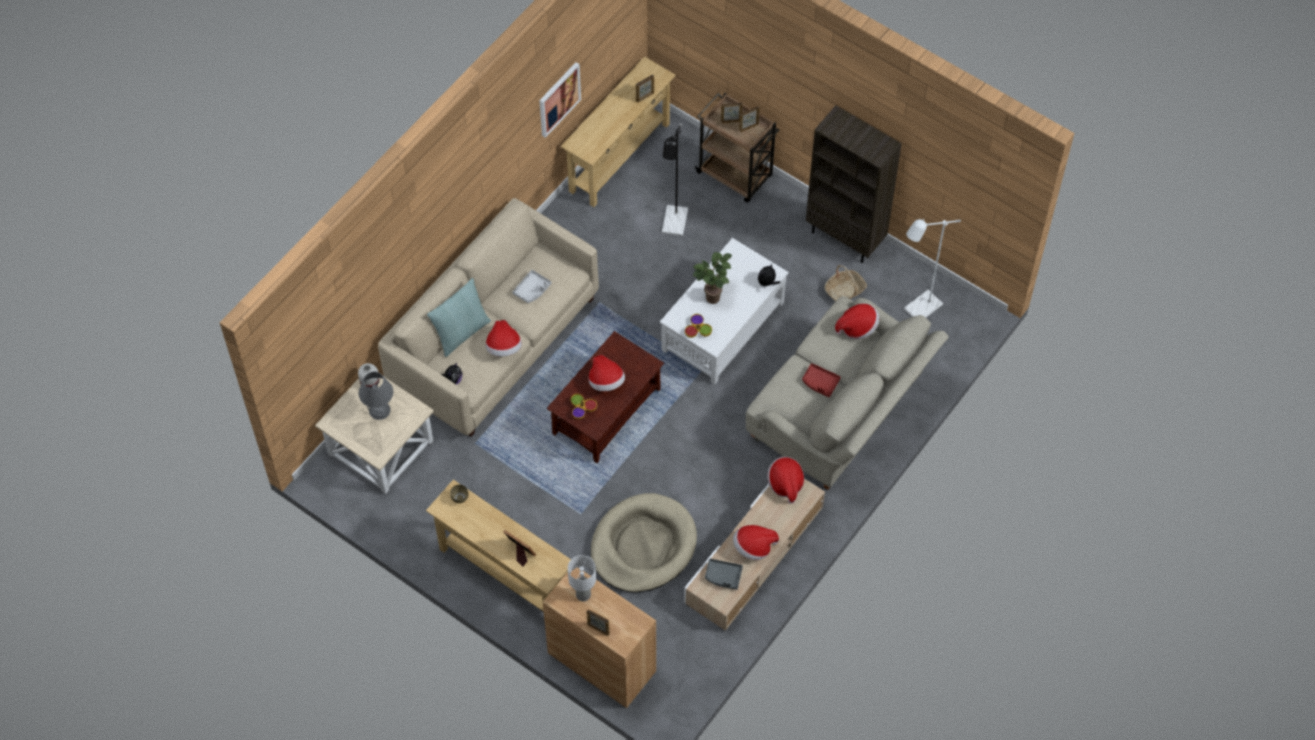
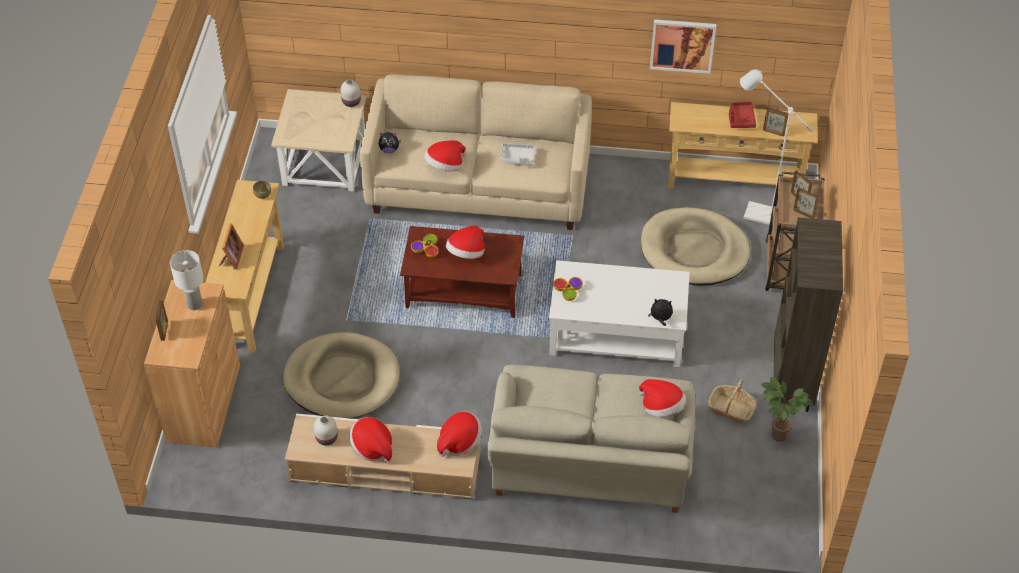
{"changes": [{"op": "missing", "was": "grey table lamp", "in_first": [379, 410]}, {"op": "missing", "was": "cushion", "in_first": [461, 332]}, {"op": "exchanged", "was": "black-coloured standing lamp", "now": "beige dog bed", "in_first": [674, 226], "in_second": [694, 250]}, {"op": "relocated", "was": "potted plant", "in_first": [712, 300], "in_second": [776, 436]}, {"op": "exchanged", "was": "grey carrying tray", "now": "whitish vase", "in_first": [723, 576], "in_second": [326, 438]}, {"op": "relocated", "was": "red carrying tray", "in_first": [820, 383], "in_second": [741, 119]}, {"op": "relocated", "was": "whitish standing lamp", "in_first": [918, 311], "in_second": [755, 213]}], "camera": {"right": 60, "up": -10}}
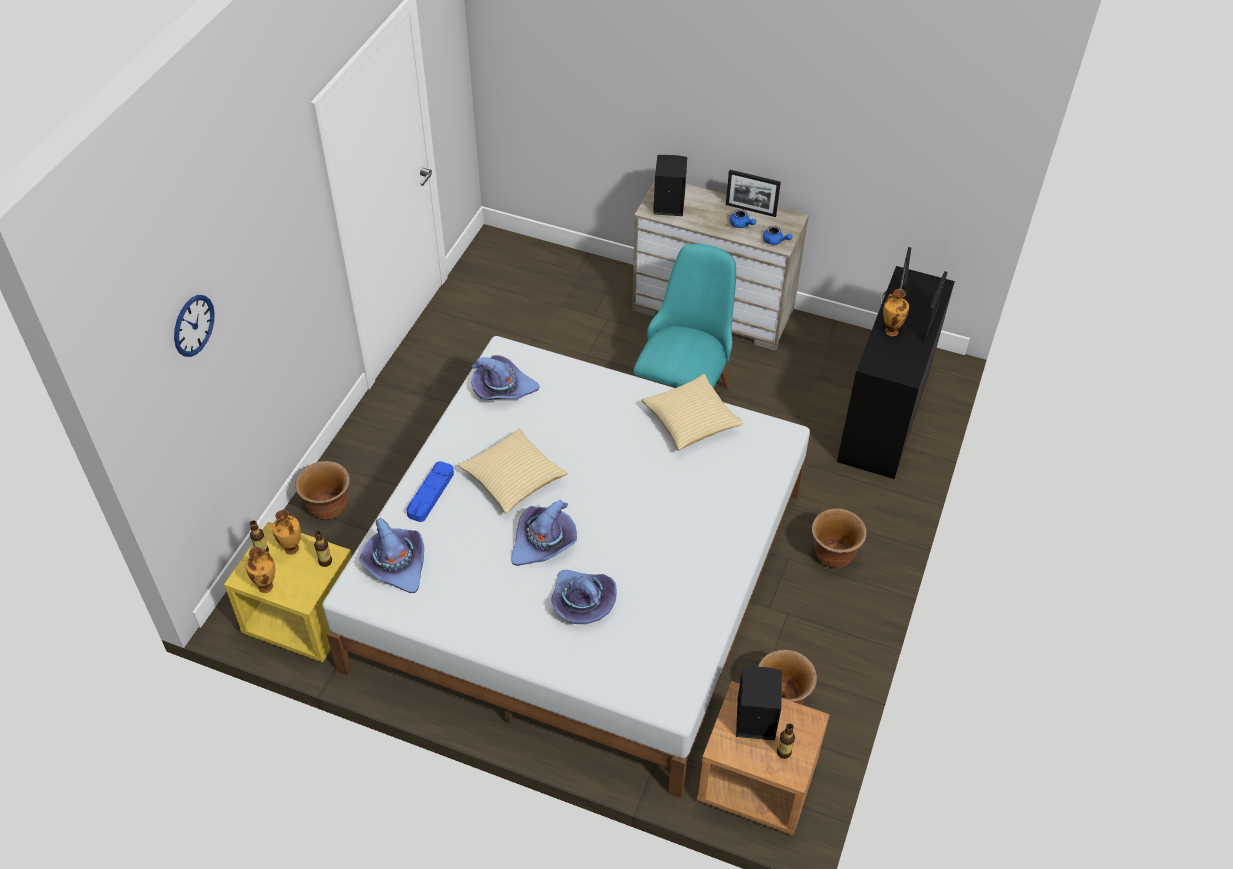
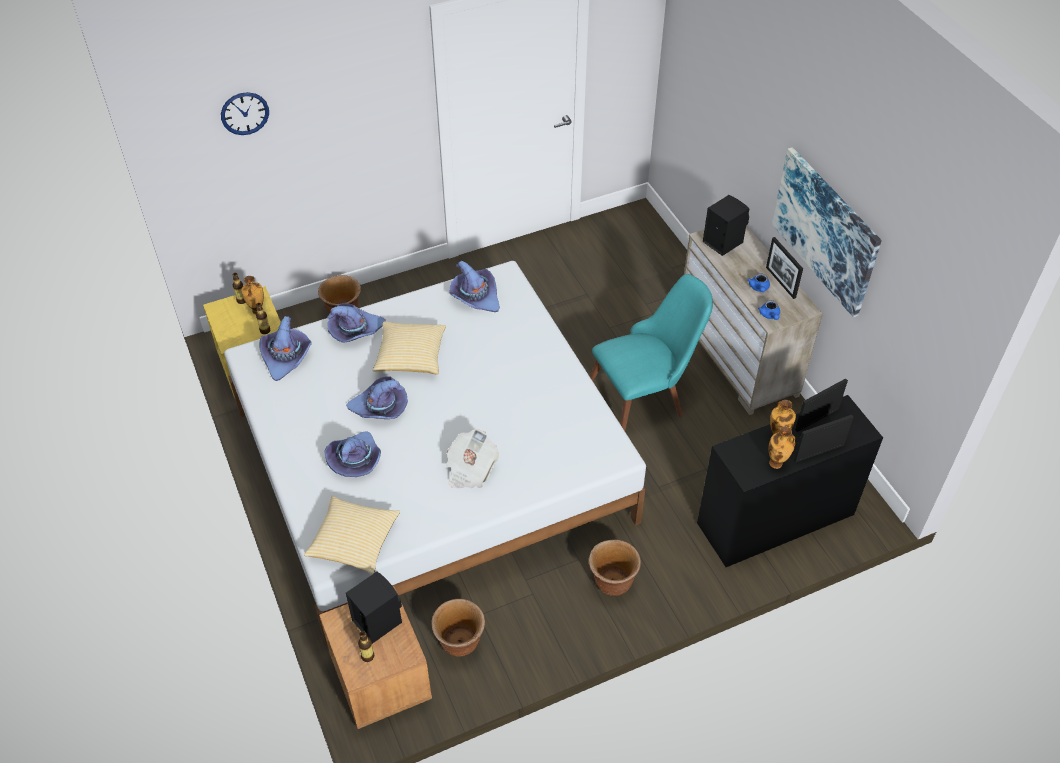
{"changes": [{"op": "relocated", "was": "vase", "in_first": [267, 587], "in_second": [776, 464]}, {"op": "exchanged", "was": "bluish carrying tray", "now": "purplish clothing hat", "in_first": [430, 494], "in_second": [355, 330]}, {"op": "relocated", "was": "cushion", "in_first": [691, 422], "in_second": [354, 542]}, {"op": "appeared", "now": "newspaper", "in_second": [470, 469]}, {"op": "appeared", "now": "wall picture", "in_second": [825, 230]}], "camera": {"right": 45, "up": 0}}
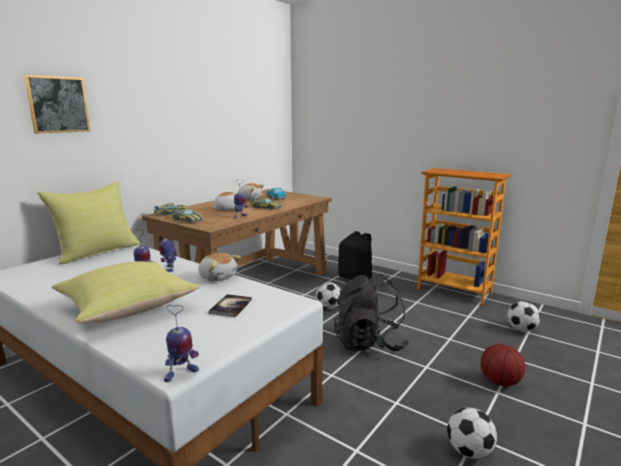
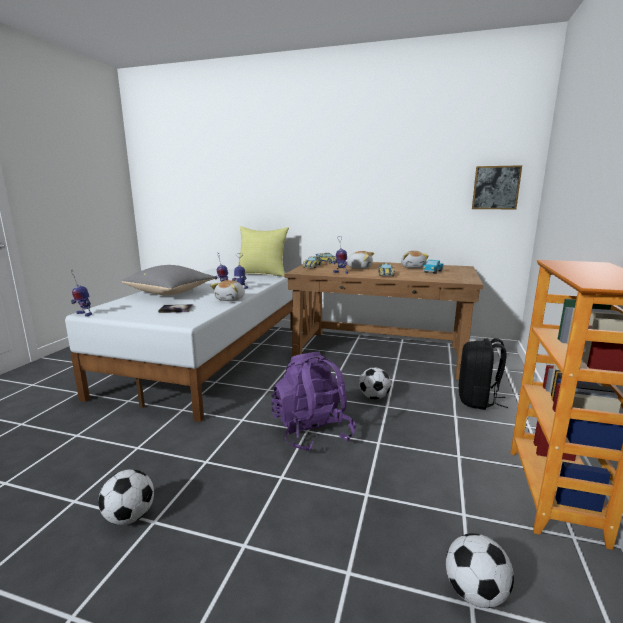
{"changes": [{"op": "relocated", "was": "wall picture", "in_first": [58, 104], "in_second": [496, 187]}, {"op": "colour", "was": "yellow cushion", "now": "grey cushion", "in_first": [128, 308], "in_second": [171, 293]}, {"op": "colour", "was": "black-coloured rucksack", "now": "purplish rucksack", "in_first": [369, 343], "in_second": [312, 432]}, {"op": "missing", "was": "basketball", "in_first": [500, 382]}], "camera": {"right": 70, "up": 0}}
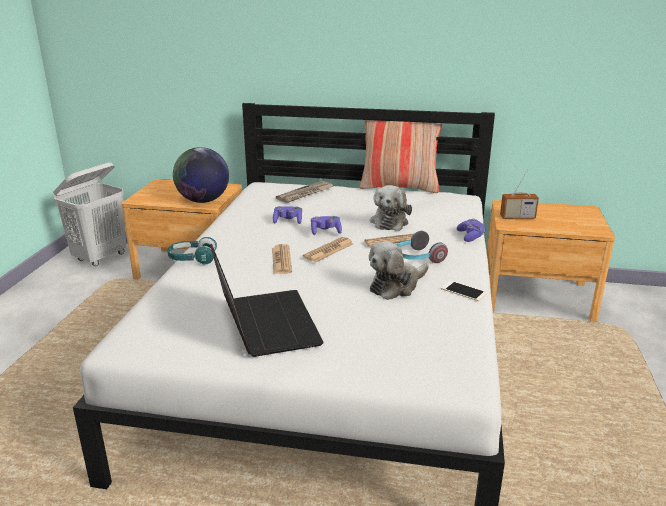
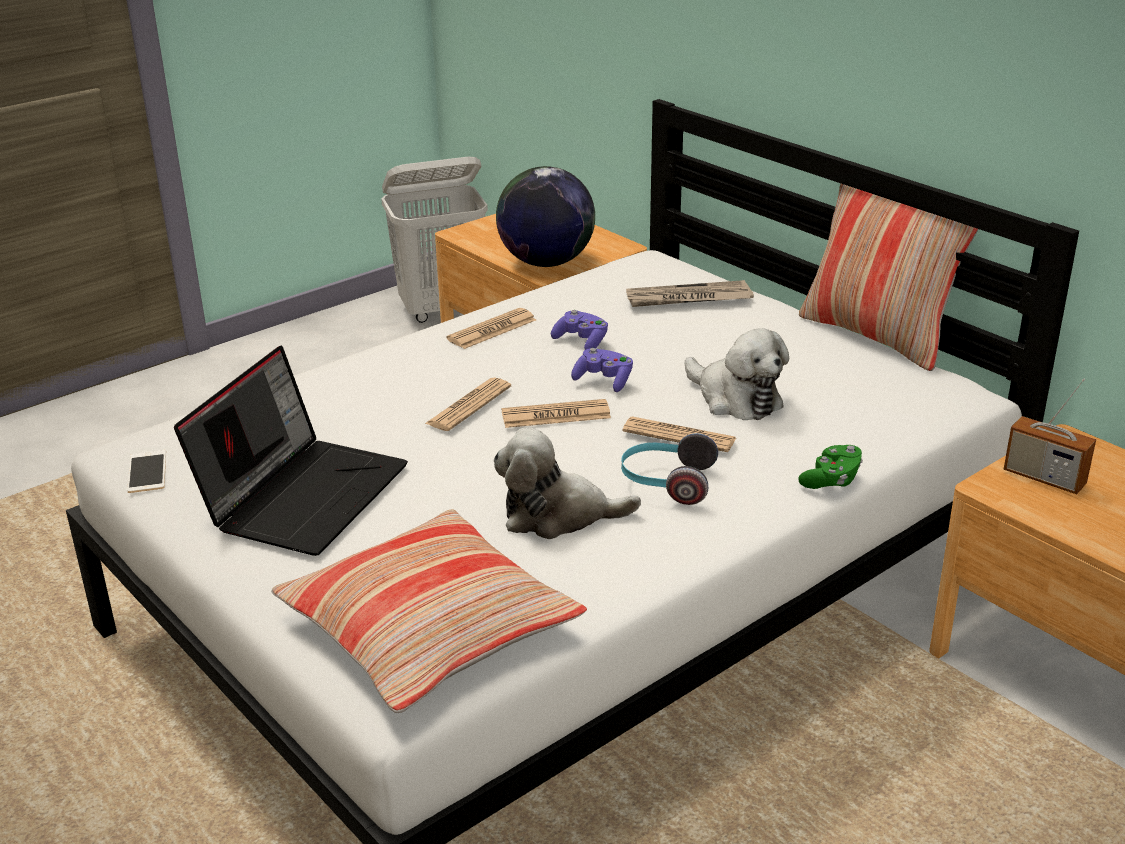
{"changes": [{"op": "missing", "was": "blue-green pair of headphones", "in_first": [192, 259]}, {"op": "spun", "was": "soft toy", "in_first": [389, 221], "in_second": [735, 399], "clockwise": -90}, {"op": "relocated", "was": "phone", "in_first": [463, 291], "in_second": [147, 472]}, {"op": "colour", "was": "purplish gamepad", "now": "green gamepad", "in_first": [470, 236], "in_second": [831, 480]}, {"op": "appeared", "now": "cushion", "in_second": [429, 629]}, {"op": "appeared", "now": "newspaper", "in_second": [492, 330]}], "camera": {"right": 40, "up": 5}}
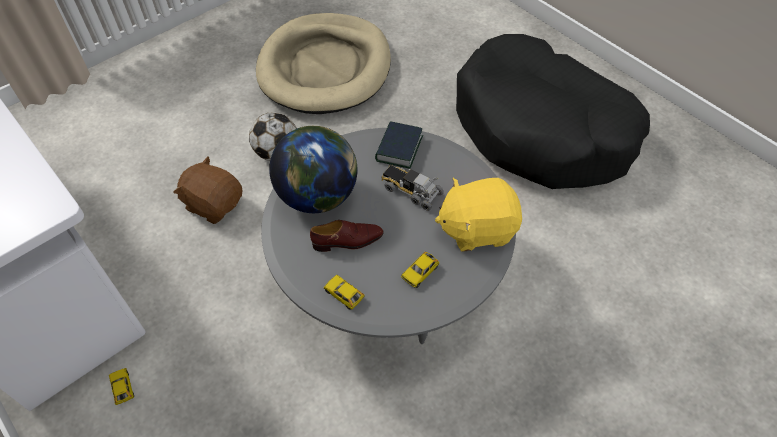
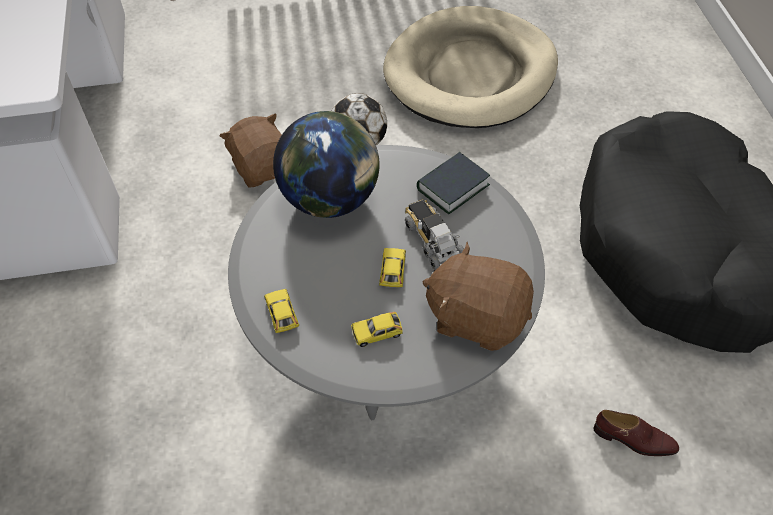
{"changes": [{"op": "relocated", "was": "toy car", "in_first": [122, 388], "in_second": [392, 271]}, {"op": "relocated", "was": "brownish item of footwear", "in_first": [348, 241], "in_second": [634, 439]}, {"op": "colour", "was": "yellow soft toy", "now": "brownish soft toy", "in_first": [477, 228], "in_second": [476, 316]}], "camera": {"right": 30, "up": 0}}
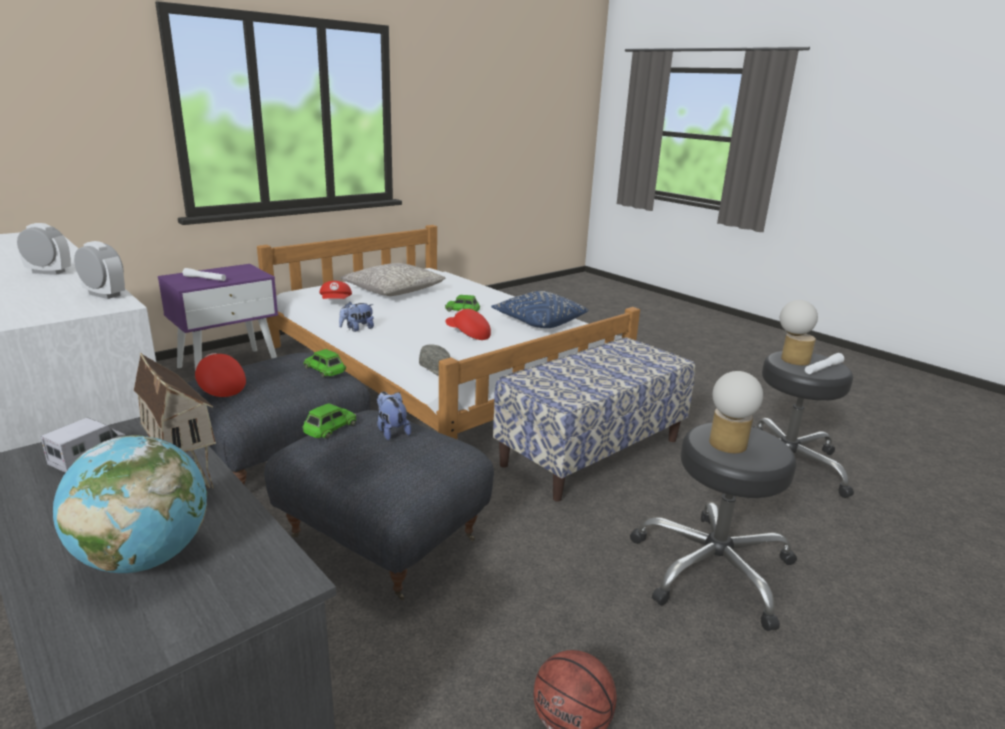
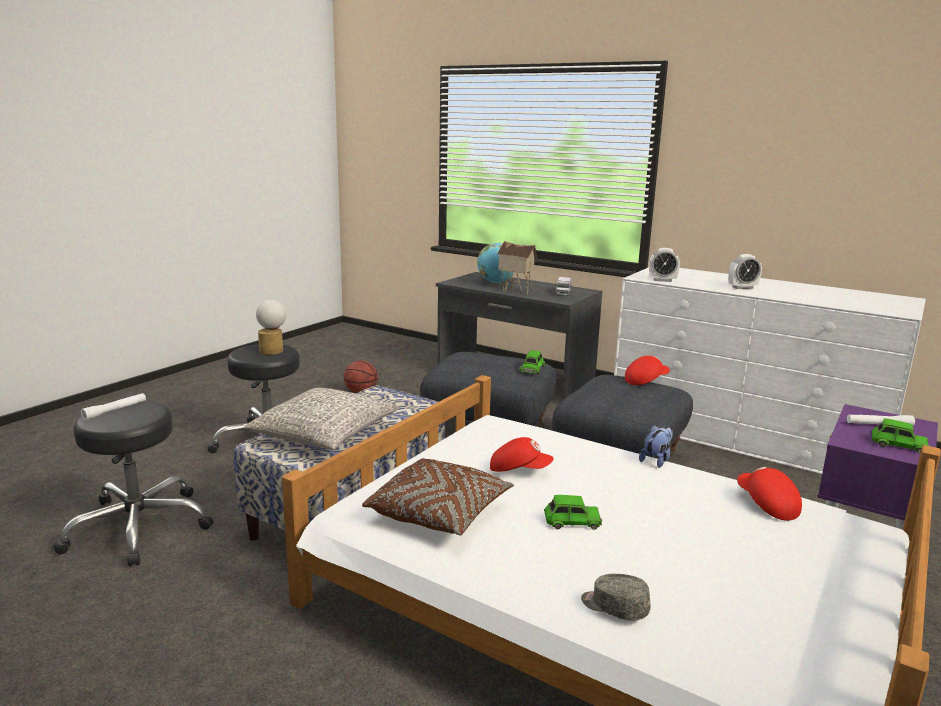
{"changes": [{"op": "spun", "was": "red baseball cap", "in_first": [219, 387], "in_second": [645, 380], "clockwise": -60}, {"op": "relocated", "was": "green toy car", "in_first": [325, 369], "in_second": [898, 444]}, {"op": "relocated", "was": "grey cushion", "in_first": [394, 290], "in_second": [325, 434]}, {"op": "missing", "was": "soft toy", "in_first": [391, 431]}, {"op": "relocated", "was": "grey baseball cap", "in_first": [437, 369], "in_second": [614, 607]}, {"op": "colour", "was": "bluish cushion", "now": "brownish cushion", "in_first": [539, 322], "in_second": [439, 513]}, {"op": "missing", "was": "table lamp", "in_first": [791, 359]}], "camera": {"right": 165, "up": -5}}
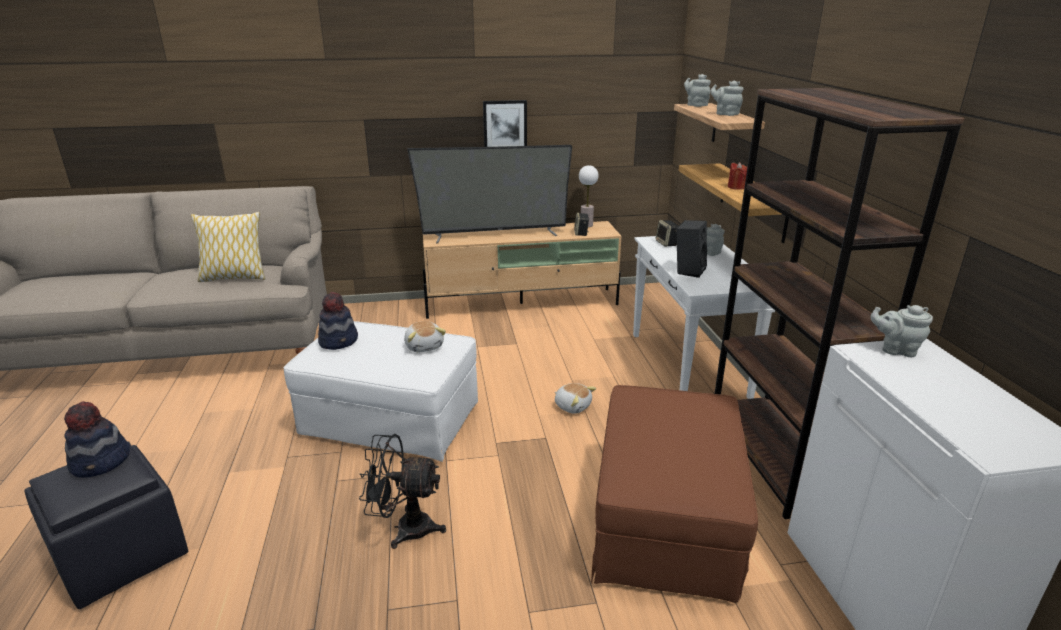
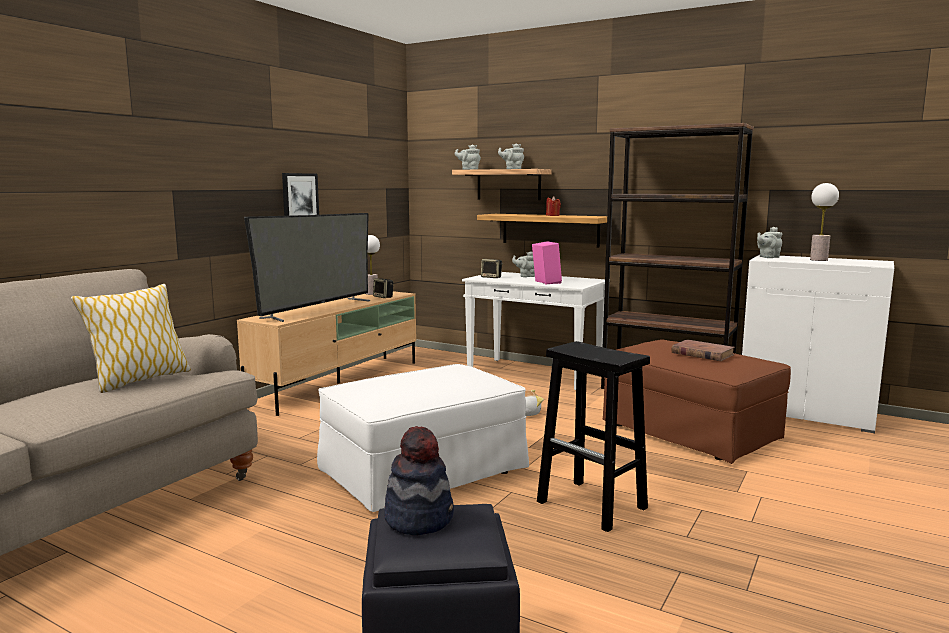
{"changes": [{"op": "missing", "was": "clothing hat", "in_first": [339, 341]}, {"op": "exchanged", "was": "black-coloured cooling fan", "now": "black-coloured stool seat", "in_first": [405, 528], "in_second": [593, 505]}, {"op": "missing", "was": "soft toy", "in_first": [424, 346]}, {"op": "colour", "was": "black-coloured loudspeaker", "now": "pink-coloured loudspeaker", "in_first": [688, 270], "in_second": [545, 282]}, {"op": "appeared", "now": "brownish volume", "in_second": [702, 354]}, {"op": "appeared", "now": "table lamp", "in_second": [819, 260]}], "camera": {"right": -50, "up": -15}}
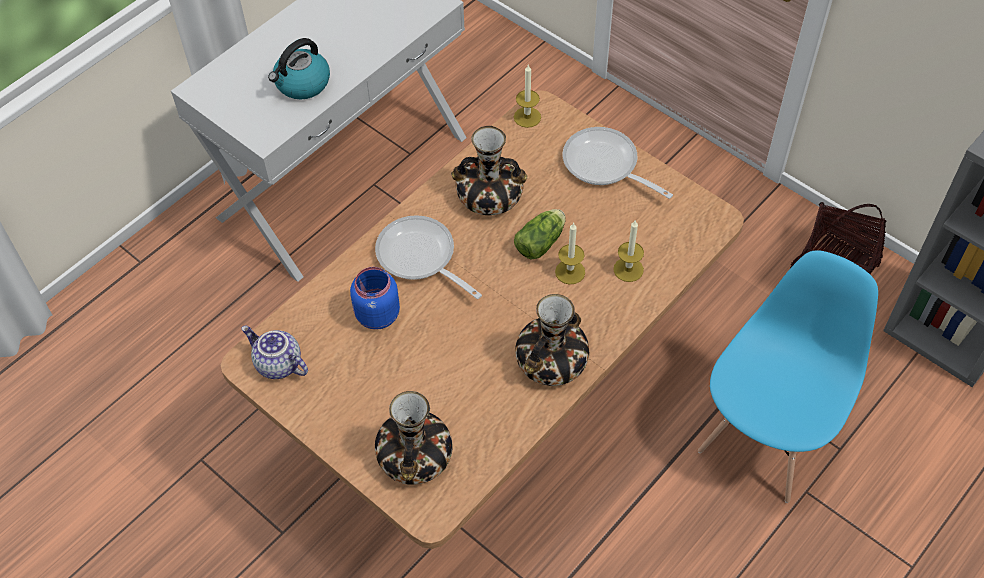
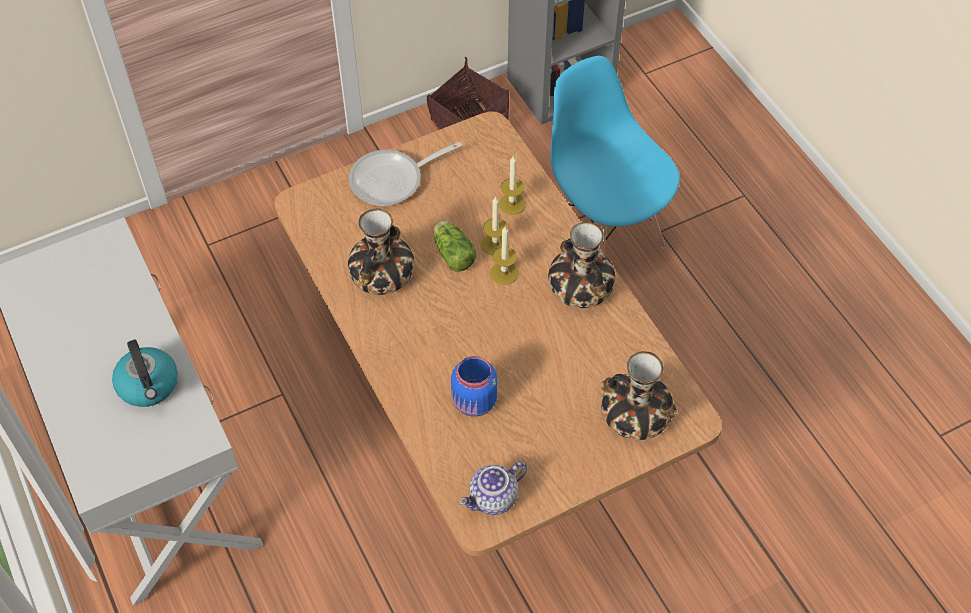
{"changes": [{"op": "missing", "was": "skillet", "in_first": [420, 258]}, {"op": "relocated", "was": "wax light", "in_first": [527, 117], "in_second": [504, 273]}], "camera": {"right": -70, "up": 0}}
